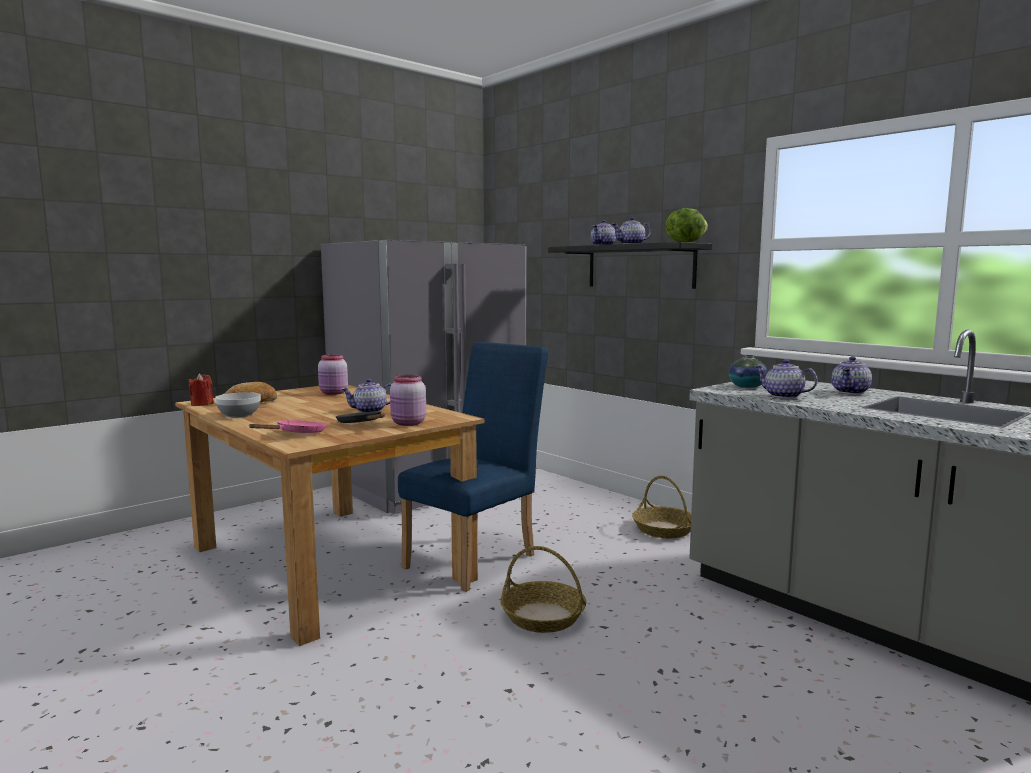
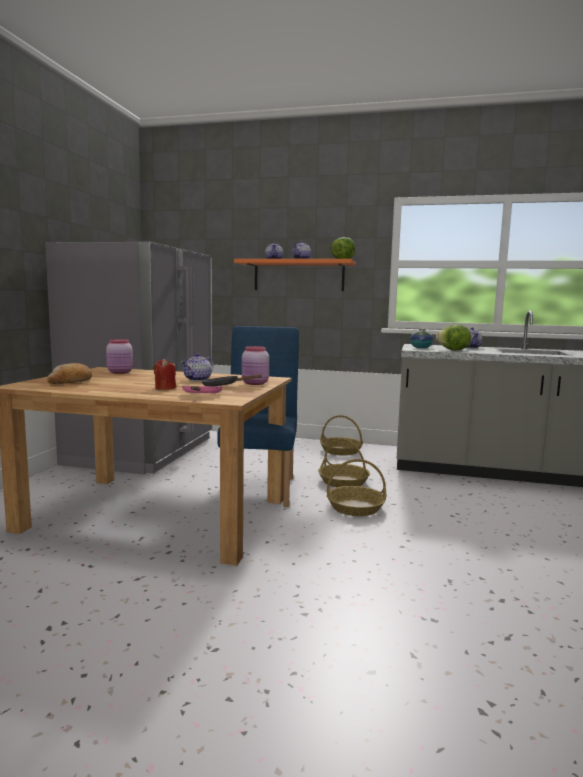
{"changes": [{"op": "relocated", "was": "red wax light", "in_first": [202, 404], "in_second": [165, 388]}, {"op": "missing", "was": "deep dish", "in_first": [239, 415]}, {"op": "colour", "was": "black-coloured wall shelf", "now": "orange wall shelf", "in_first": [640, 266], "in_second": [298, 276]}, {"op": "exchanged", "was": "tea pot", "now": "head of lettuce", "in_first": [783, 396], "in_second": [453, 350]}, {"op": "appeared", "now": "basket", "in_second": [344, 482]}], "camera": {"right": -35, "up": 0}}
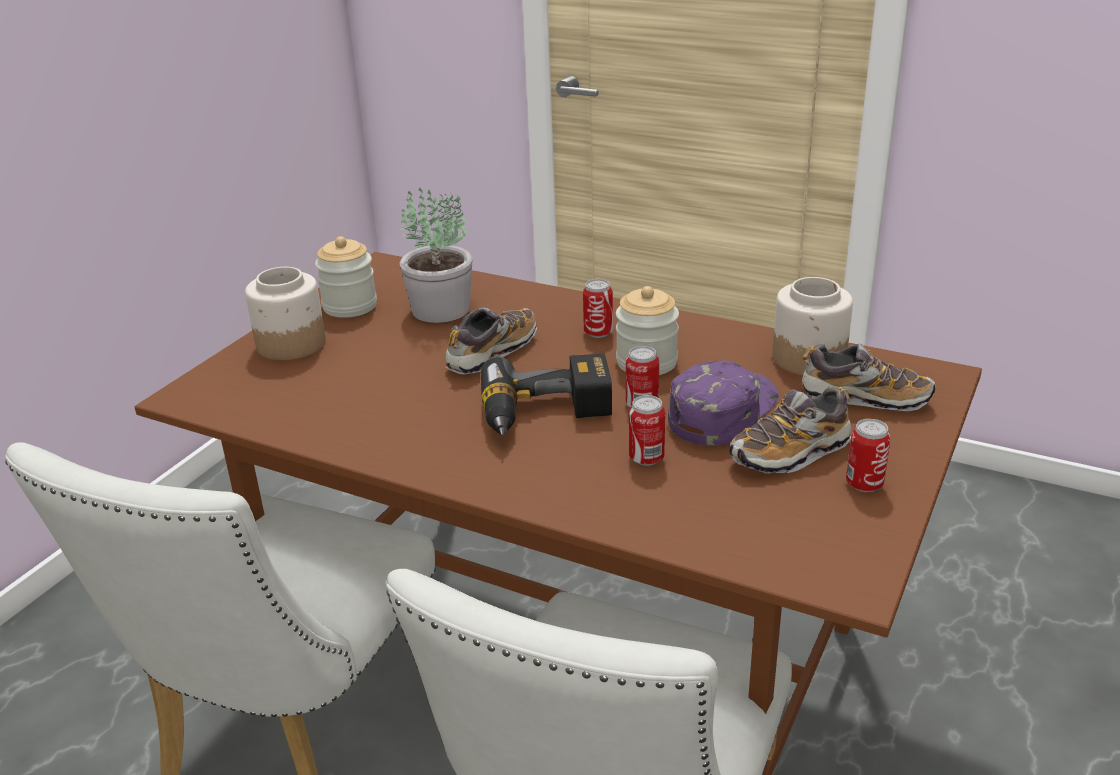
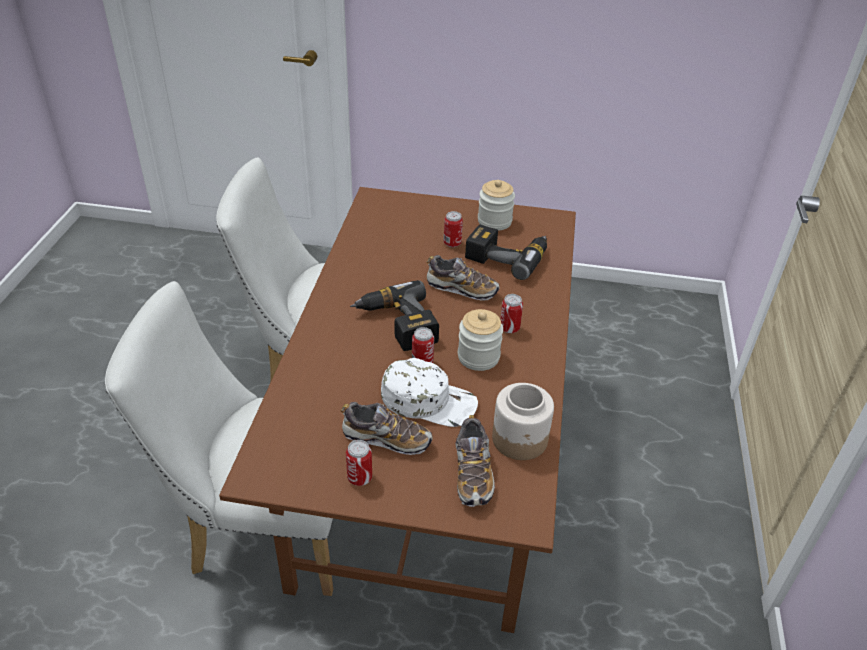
{"changes": [{"op": "missing", "was": "storage jar", "in_first": [290, 344]}, {"op": "exchanged", "was": "potted plant", "now": "drill", "in_first": [440, 310], "in_second": [507, 256]}, {"op": "relocated", "was": "sealed can", "in_first": [646, 458], "in_second": [452, 243]}, {"op": "colour", "was": "purplish baseball cap", "now": "whitish baseball cap", "in_first": [722, 410], "in_second": [429, 400]}, {"op": "spun", "was": "item of footwear", "in_first": [790, 453], "in_second": [386, 438], "clockwise": 150}], "camera": {"right": 70, "up": 10}}
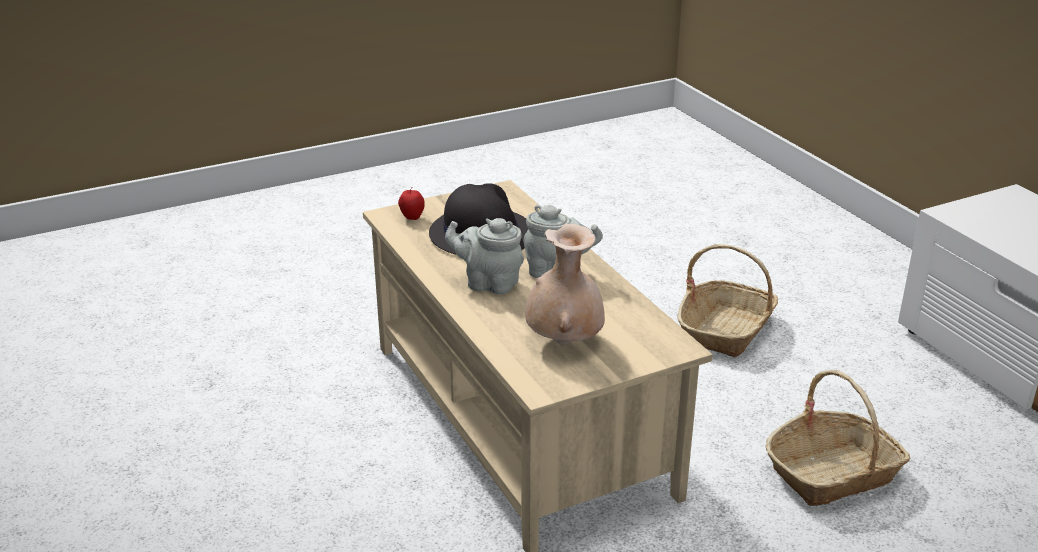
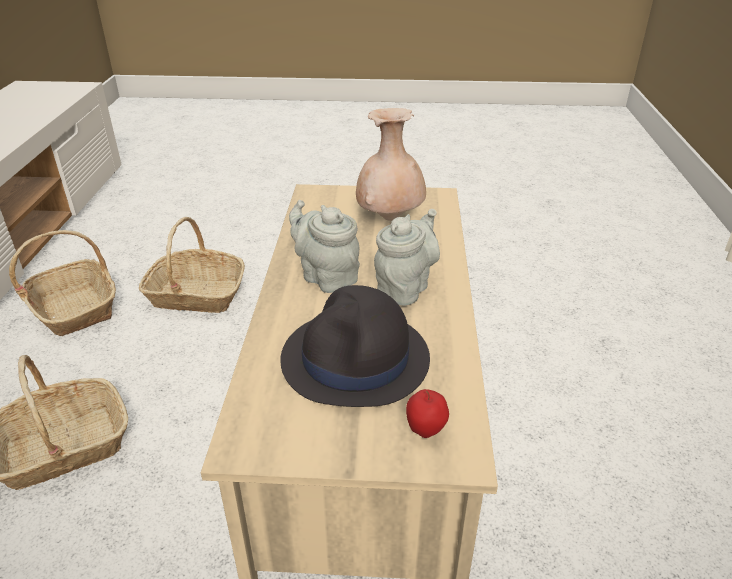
{"changes": [{"op": "spun", "was": "grey tea pot", "in_first": [488, 283], "in_second": [405, 287], "clockwise": -105}, {"op": "appeared", "now": "basket", "in_second": [74, 308]}], "camera": {"right": -150, "up": 5}}
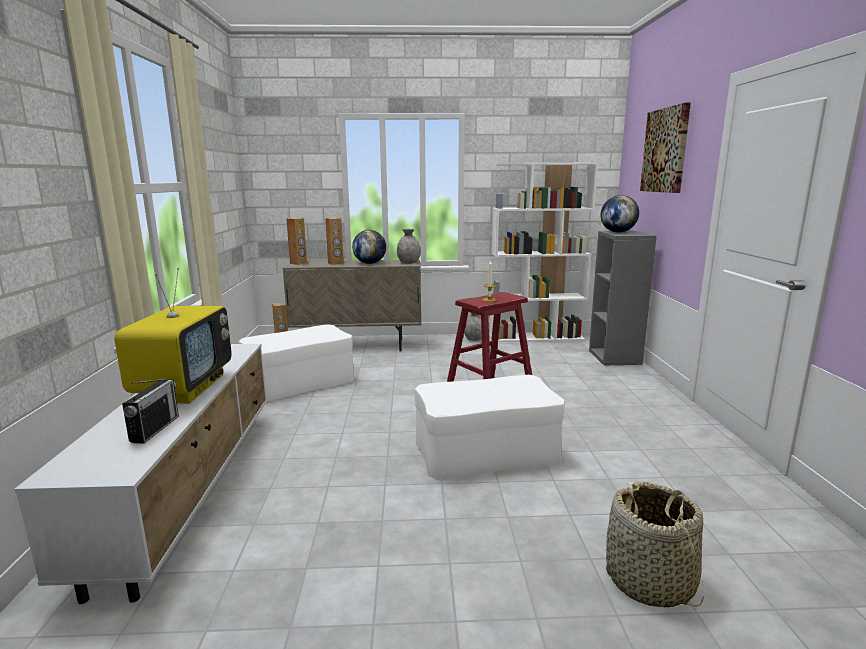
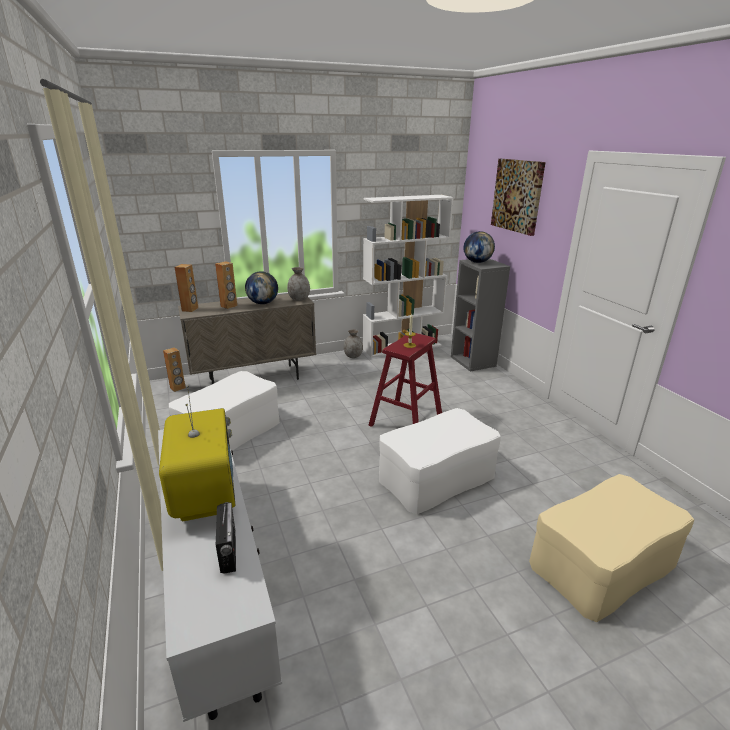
{"changes": [{"op": "exchanged", "was": "basket", "now": "beige pouffe", "in_first": [649, 581], "in_second": [602, 564]}], "camera": {"right": -20, "up": 10}}
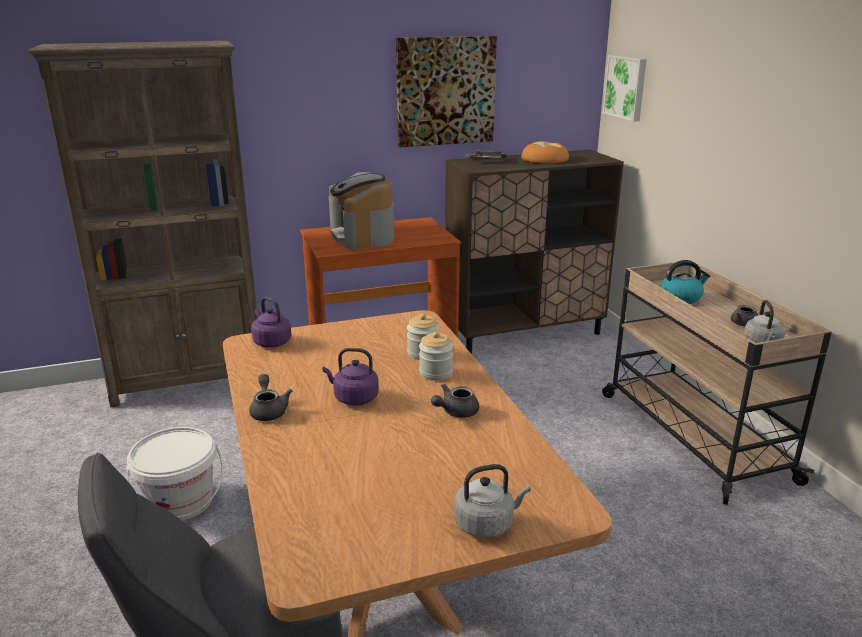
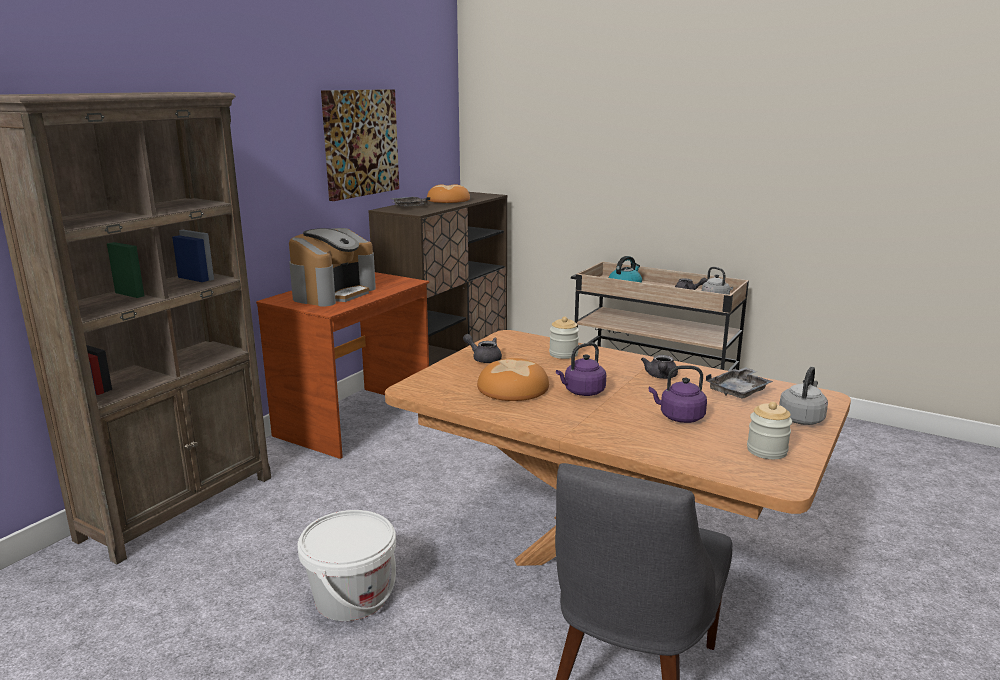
{"changes": [{"op": "relocated", "was": "grey tea pot", "in_first": [269, 410], "in_second": [484, 358]}, {"op": "relocated", "was": "purplish water kettle", "in_first": [271, 342], "in_second": [679, 417]}, {"op": "spun", "was": "coffee machine", "in_first": [362, 236], "in_second": [333, 293], "clockwise": -90}, {"op": "relocated", "was": "storage jar", "in_first": [436, 373], "in_second": [766, 451]}, {"op": "missing", "was": "wall picture", "in_first": [626, 87]}, {"op": "appeared", "now": "baked bread", "in_second": [512, 387]}, {"op": "appeared", "now": "grey carrying tray", "in_second": [739, 391]}], "camera": {"right": -40, "up": -5}}
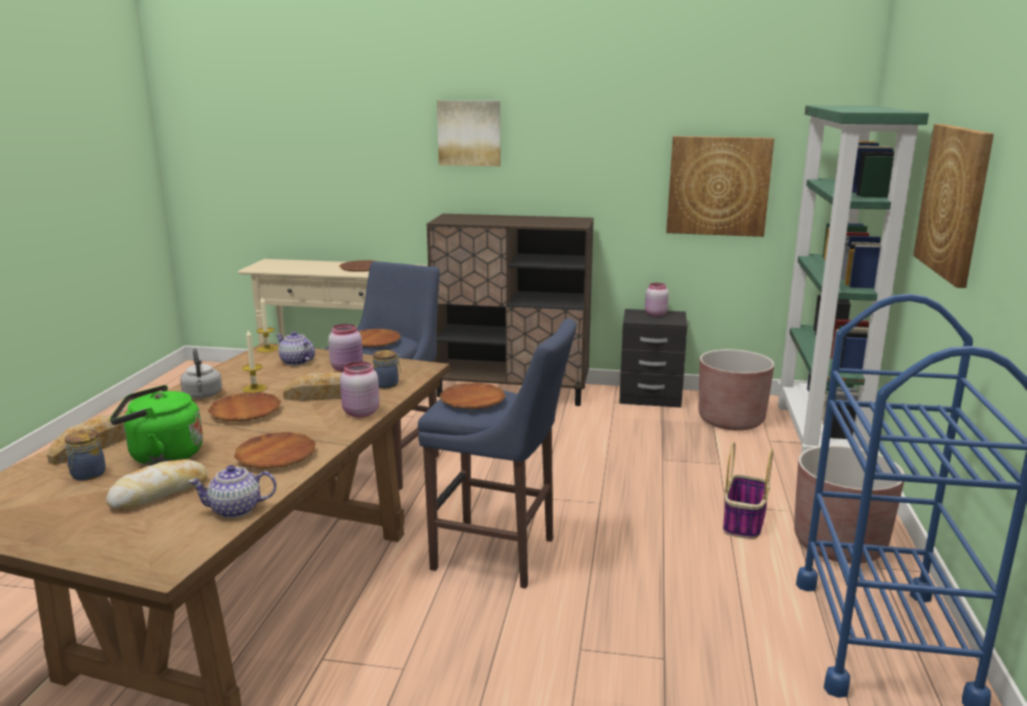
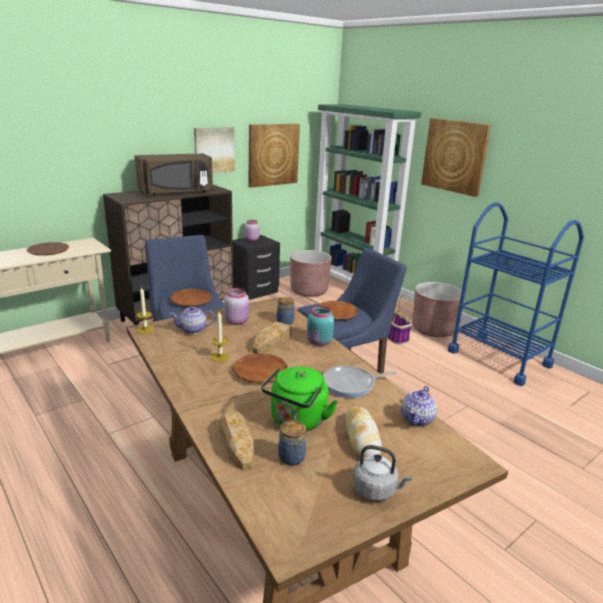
{"changes": [{"op": "relocated", "was": "grey water kettle", "in_first": [203, 396], "in_second": [377, 490]}, {"op": "exchanged", "was": "brownish flat dish", "now": "skillet", "in_first": [276, 456], "in_second": [351, 384]}, {"op": "colour", "was": "pink-coloured storage jar", "now": "blue-green storage jar", "in_first": [360, 413], "in_second": [319, 342]}, {"op": "relocated", "was": "wall picture", "in_first": [469, 133], "in_second": [214, 150]}, {"op": "appeared", "now": "brownish microwave", "in_second": [176, 192]}], "camera": {"right": -50, "up": 5}}
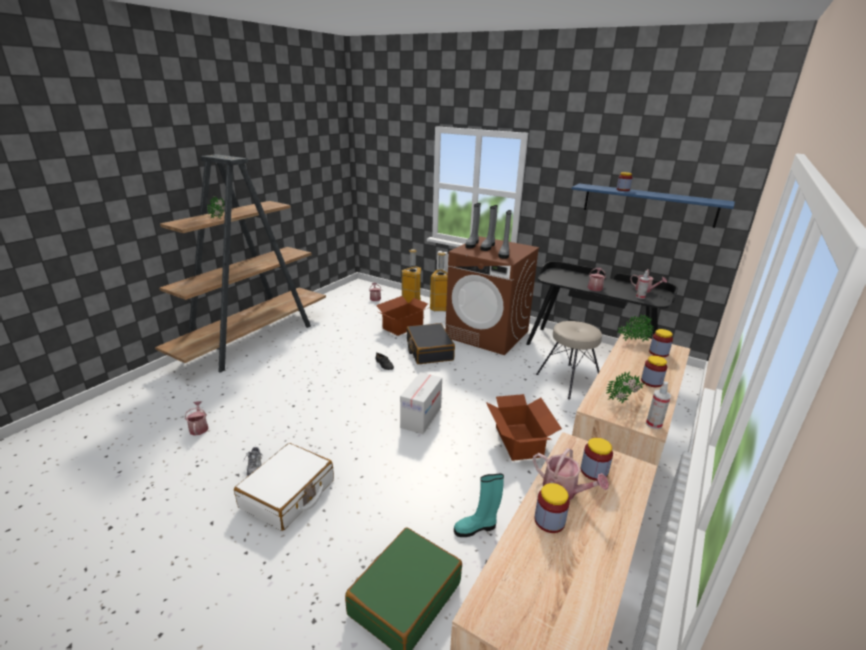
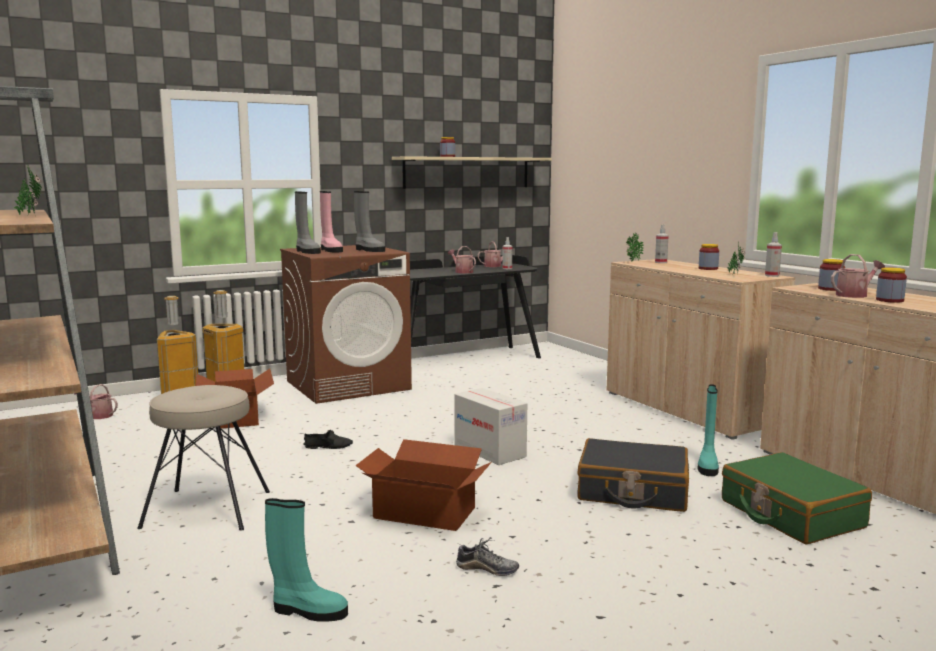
{"changes": [{"op": "exchanged", "was": "watering can", "now": "blue-green boot", "in_first": [199, 427], "in_second": [308, 611]}, {"op": "missing", "was": "whitish piece of luggage", "in_first": [288, 494]}, {"op": "relocated", "was": "black-coloured piece of luggage", "in_first": [429, 350], "in_second": [632, 491]}, {"op": "colour", "was": "grey boot", "now": "pink-coloured boot", "in_first": [488, 247], "in_second": [330, 250]}, {"op": "relocated", "was": "carton", "in_first": [519, 441], "in_second": [424, 512]}, {"op": "relocated", "was": "beige stool seat", "in_first": [568, 381], "in_second": [207, 510]}, {"op": "colour", "was": "bluish wall shelf", "now": "beige wall shelf", "in_first": [648, 205], "in_second": [467, 172]}, {"op": "exchanged", "was": "storage jar", "now": "hand sprayer", "in_first": [658, 353], "in_second": [661, 262]}], "camera": {"right": -60, "up": -15}}
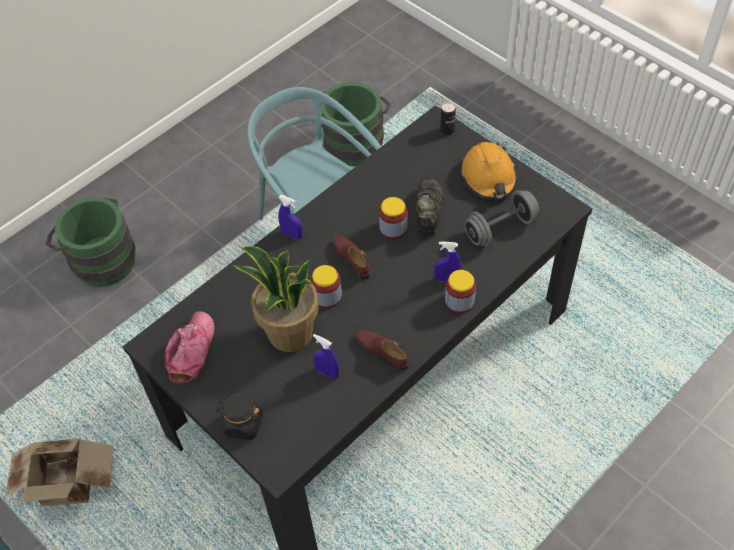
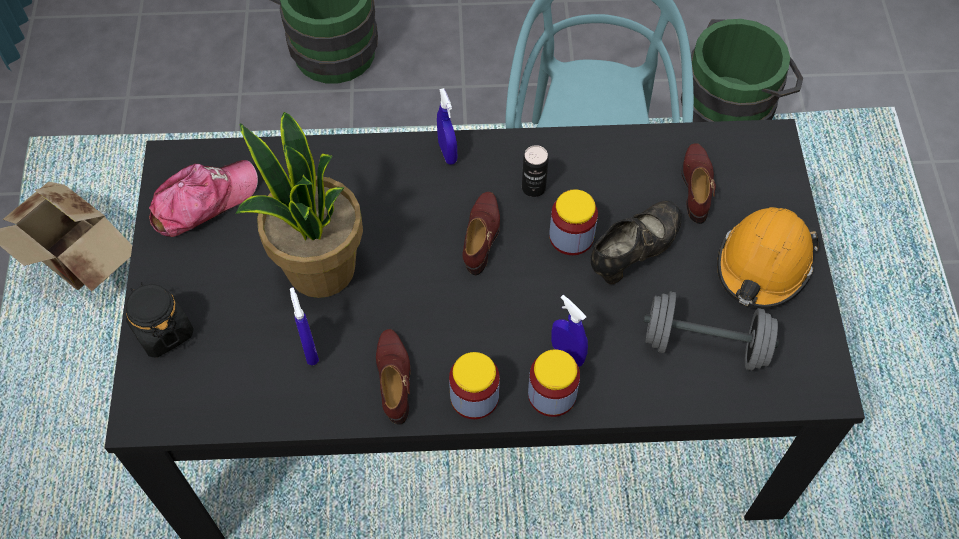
{"changes": [{"op": "relocated", "was": "storage jar", "in_first": [327, 296], "in_second": [474, 397]}, {"op": "relocated", "was": "sealed can", "in_first": [447, 131], "in_second": [533, 188]}, {"op": "appeared", "now": "brownish item of footwear", "in_second": [696, 186]}], "camera": {"right": 40, "up": 5}}
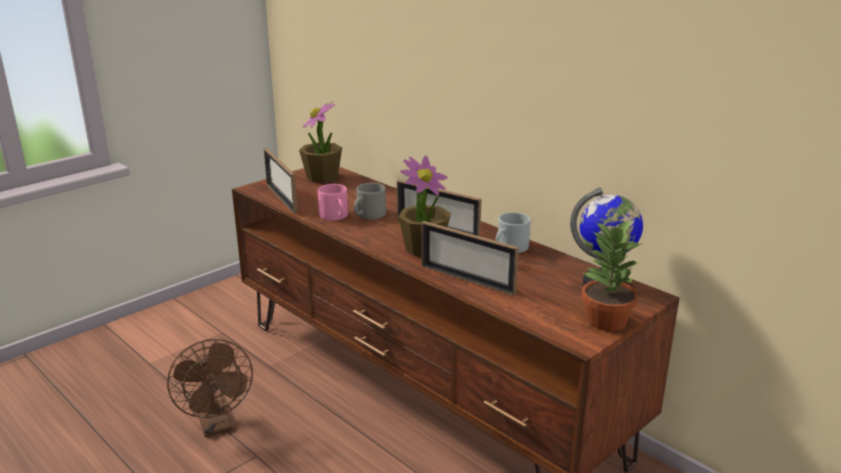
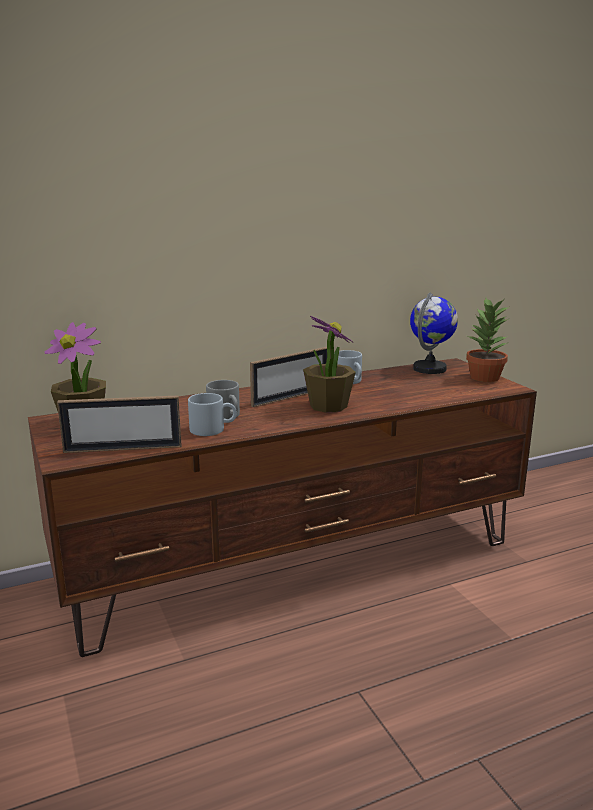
{"changes": [{"op": "missing", "was": "brownish cooling fan", "in_first": [217, 425]}, {"op": "colour", "was": "pink-coloured coffee mug", "now": "grey coffee mug", "in_first": [336, 216], "in_second": [213, 429]}, {"op": "missing", "was": "picture frame", "in_first": [467, 279]}], "camera": {"right": -70, "up": -5}}
